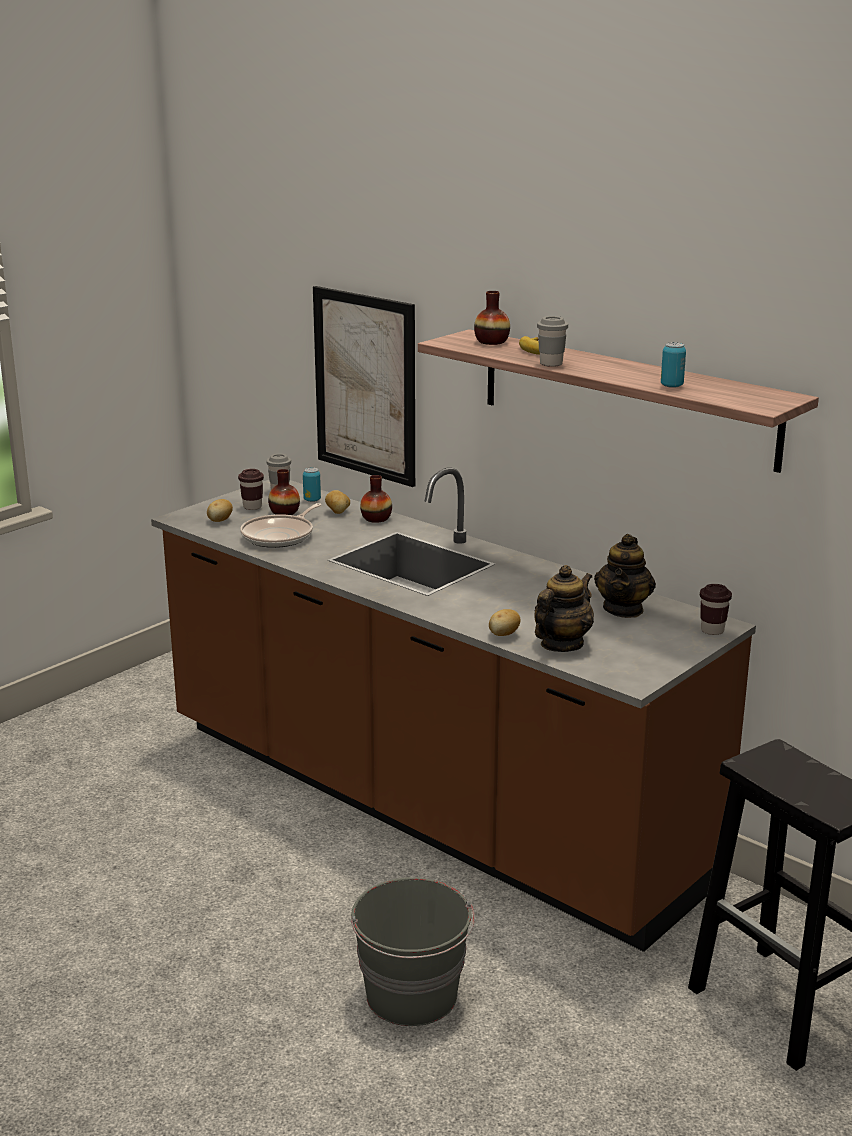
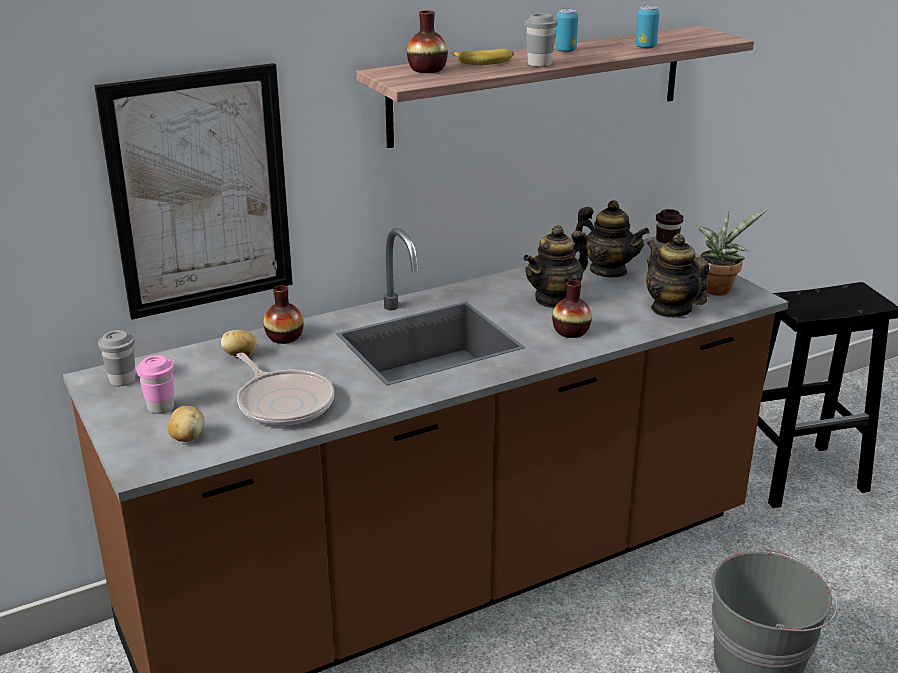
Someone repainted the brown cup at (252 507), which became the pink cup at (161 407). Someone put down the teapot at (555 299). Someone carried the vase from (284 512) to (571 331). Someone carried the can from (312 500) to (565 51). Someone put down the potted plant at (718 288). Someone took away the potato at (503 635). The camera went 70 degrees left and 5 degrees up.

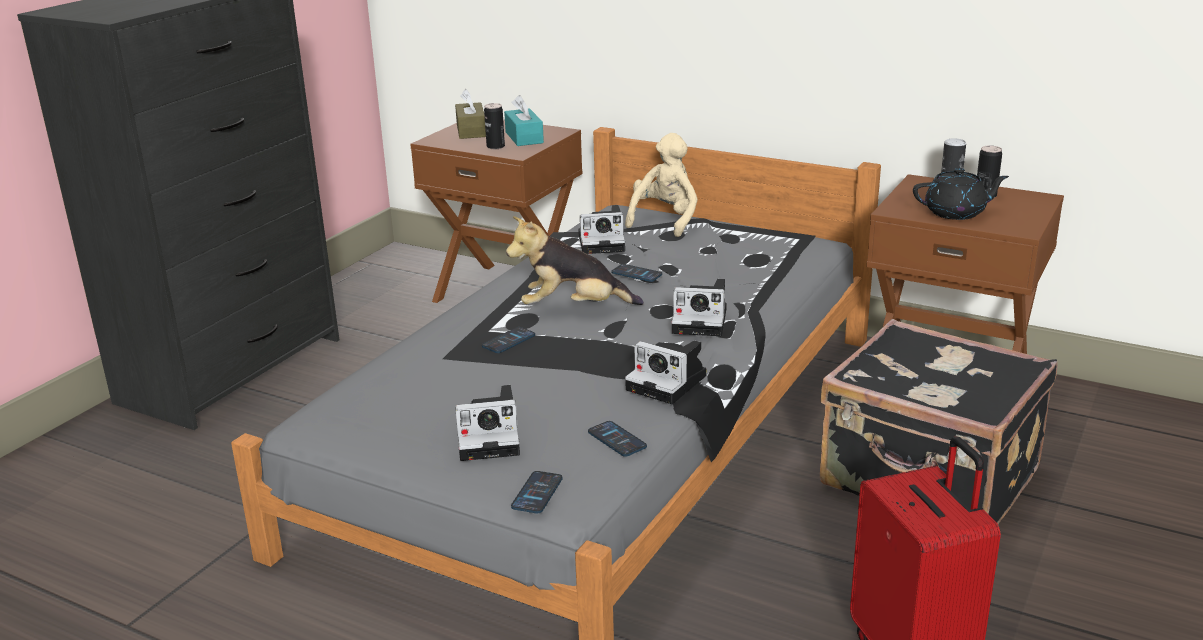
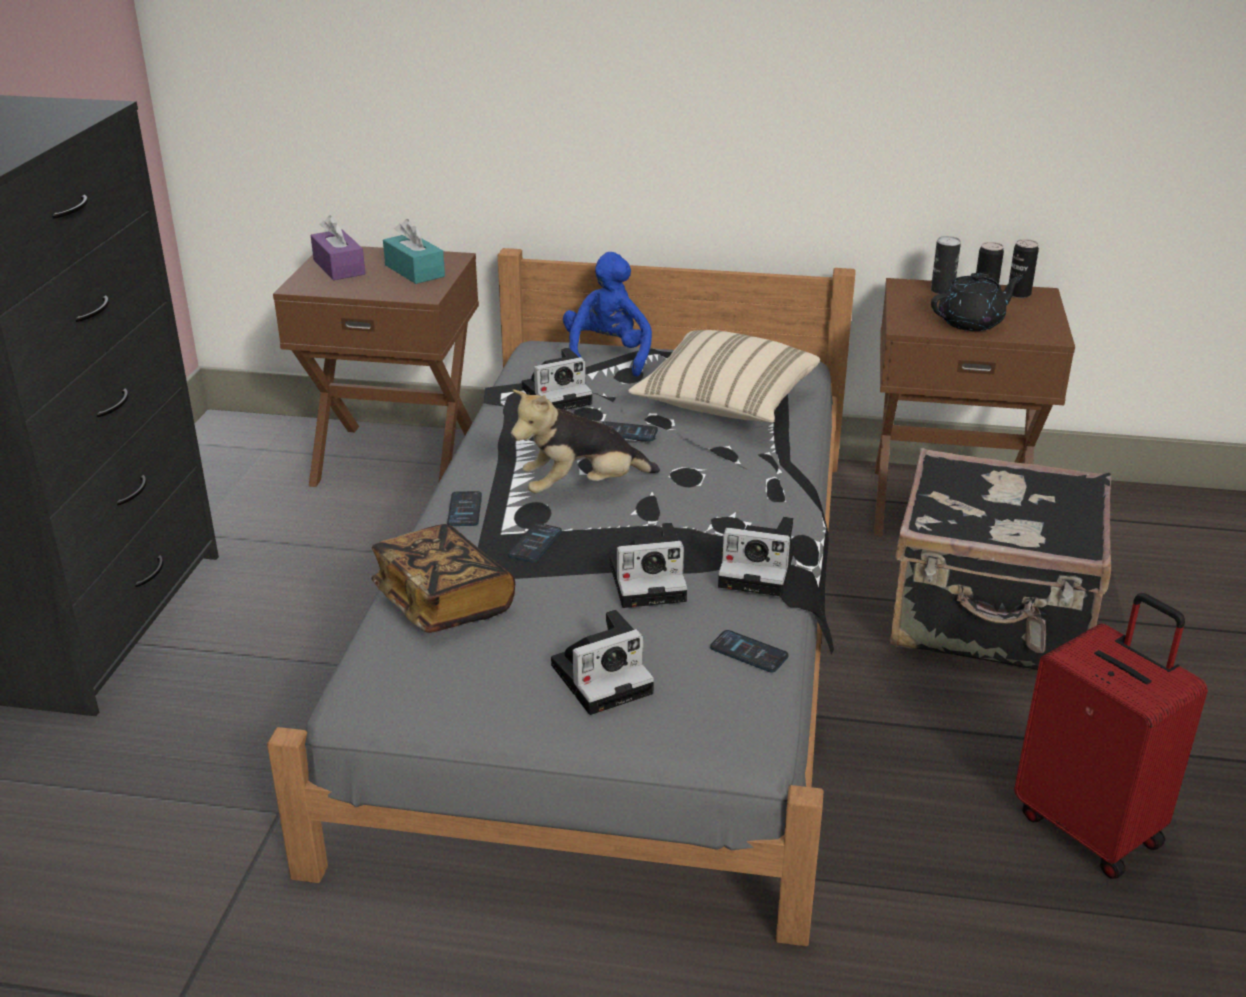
Someone repainted the brown tissue box at (471 131), which became the purple tissue box at (339 267). Someone put down the book at (443 602). Someone carried the phone from (537 493) to (464 510). Someone repainted the beige plush toy at (665 220), which became the blue plush toy at (607 356). Someone carried the photo camera from (702 321) to (650 581). Someone put down the beige pillow at (725 404). Someone carried the can from (495 147) to (1019 294). The camera went 20 degrees left and 5 degrees up.

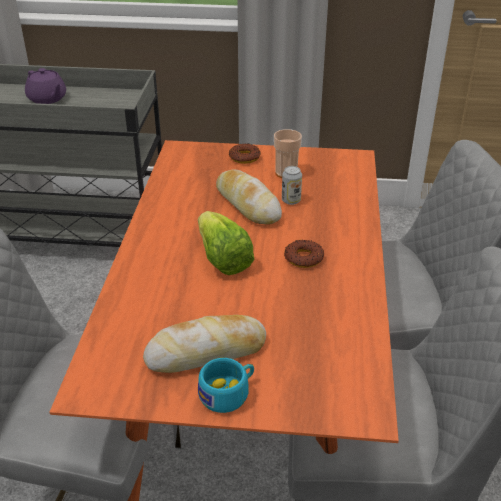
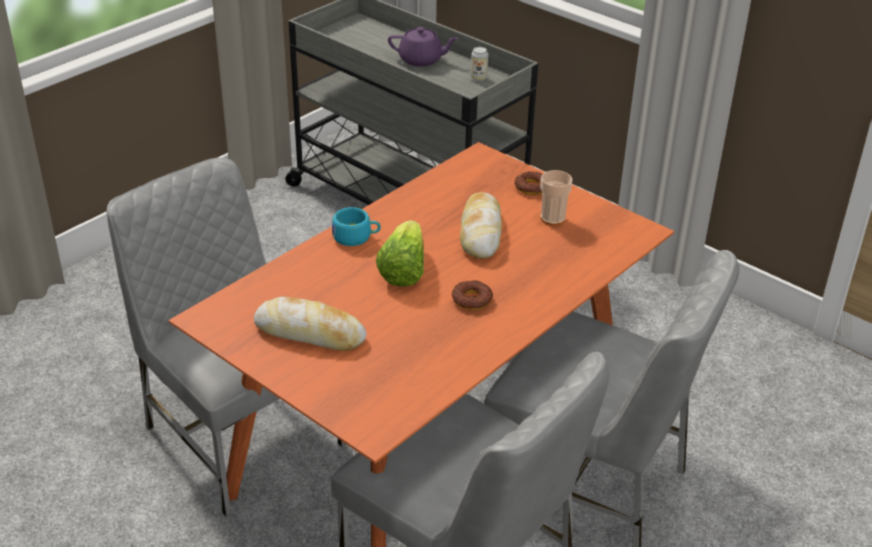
Someone carried the turquoise cup from (228 393) to (356 237). Someone rotated the purple teapot at (47 99) by 75 degrees counterclockwise. Someone carried the can from (291 200) to (478 78). The camera went 35 degrees right and 0 degrees up.

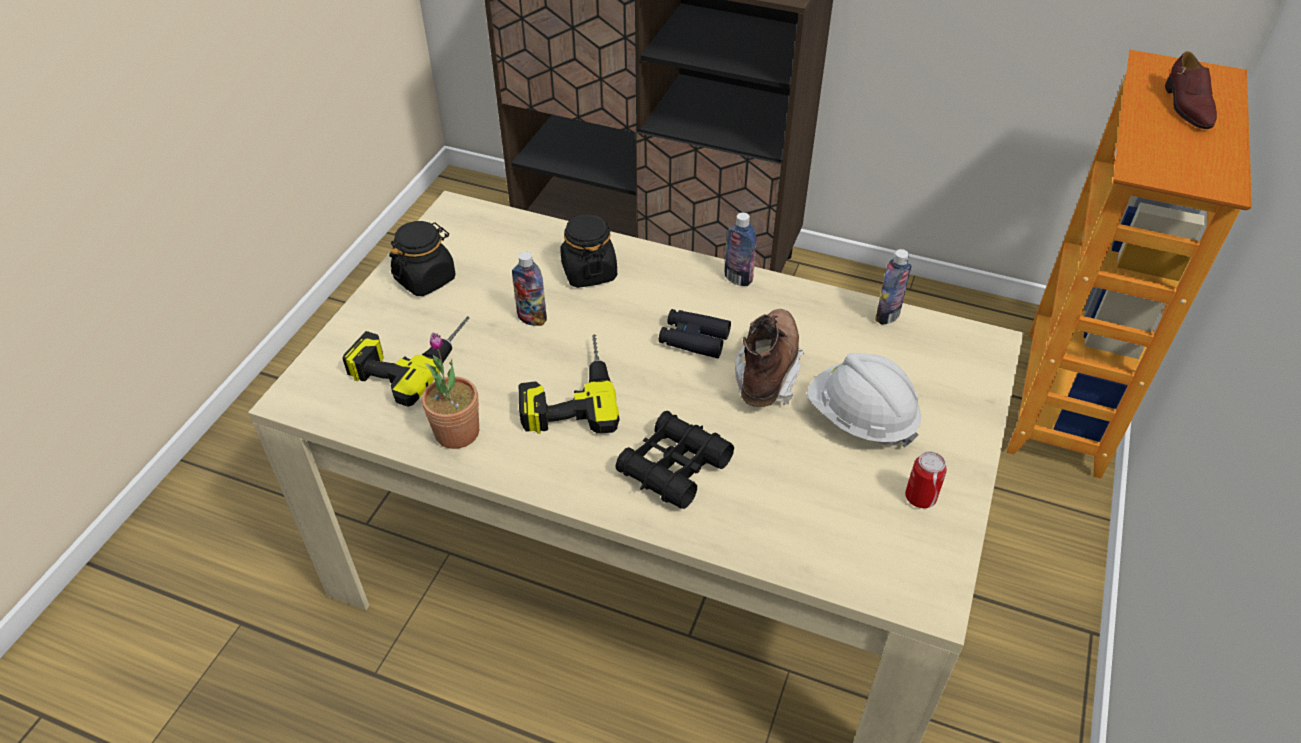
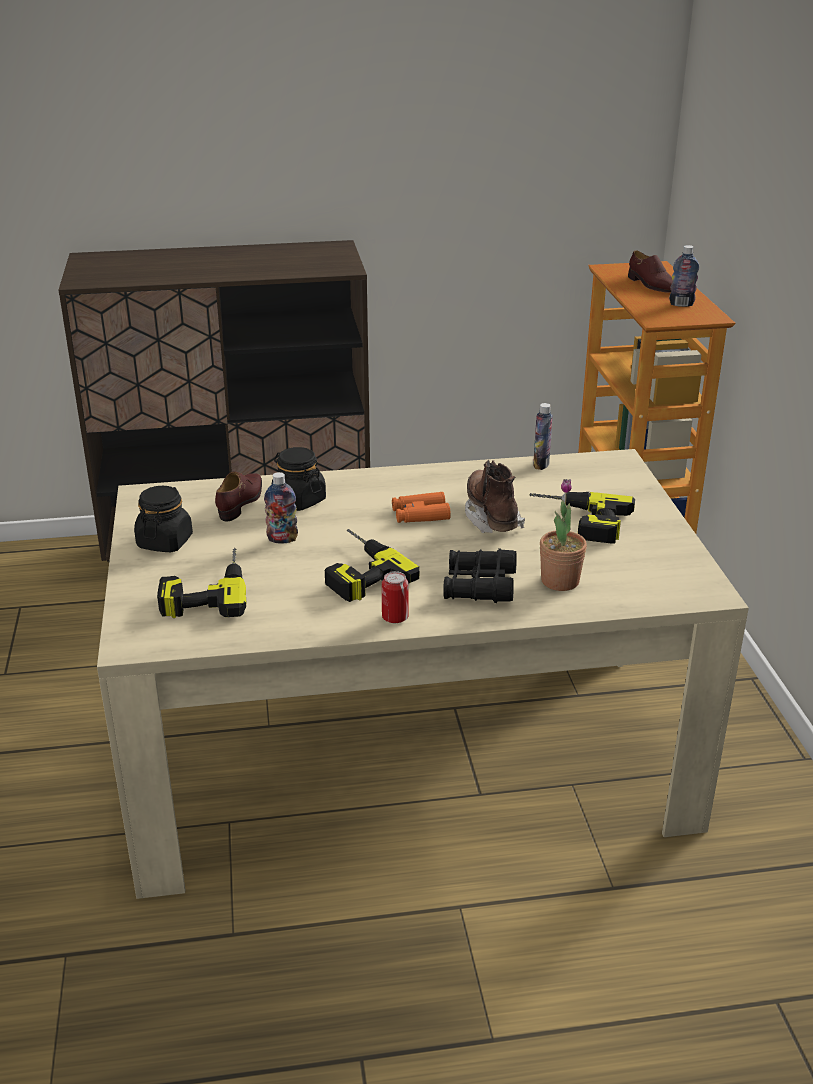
Someone put down the brown shoe at (241 501). Someone carried the can from (920 497) to (395 617). Someone repainted the black binoculars at (694 339), which became the orange binoculars at (420 515). Someone swapped the white hard hat at (860 419) for the power drill at (577 521). Someone carried the potted plant from (457 432) to (560 581). Someone carried the bottle from (738 278) to (681 304). The camera went 30 degrees left and 15 degrees down.

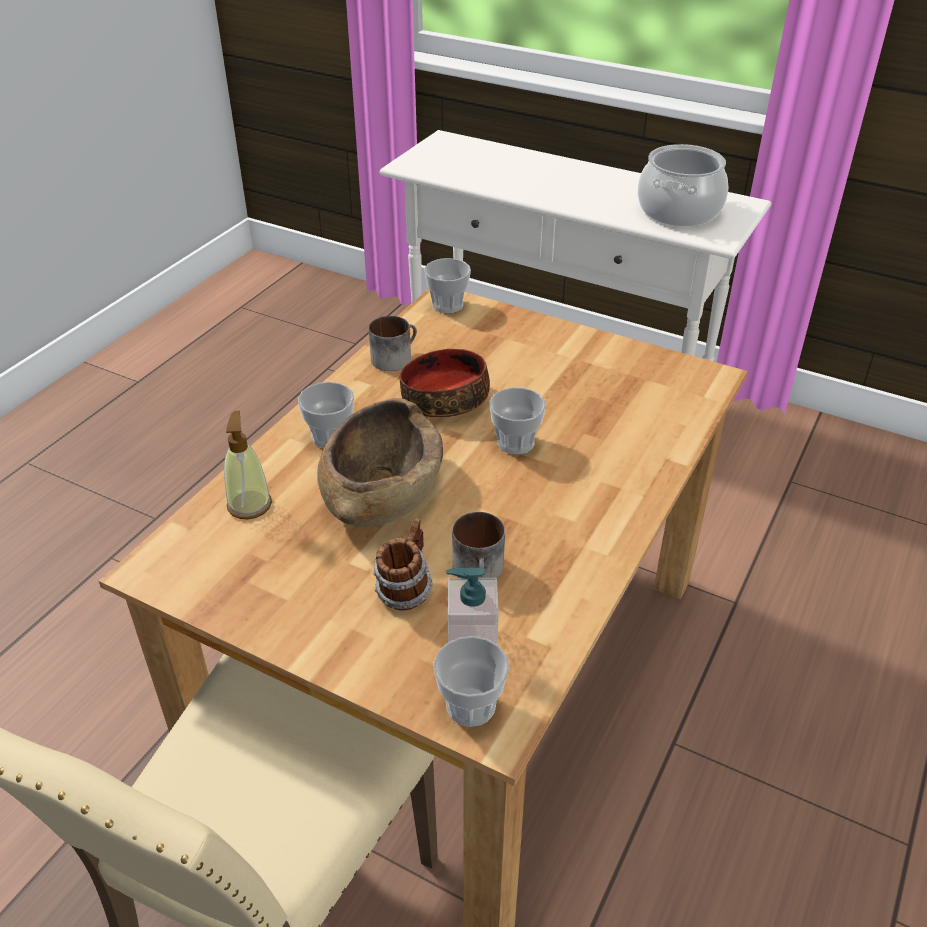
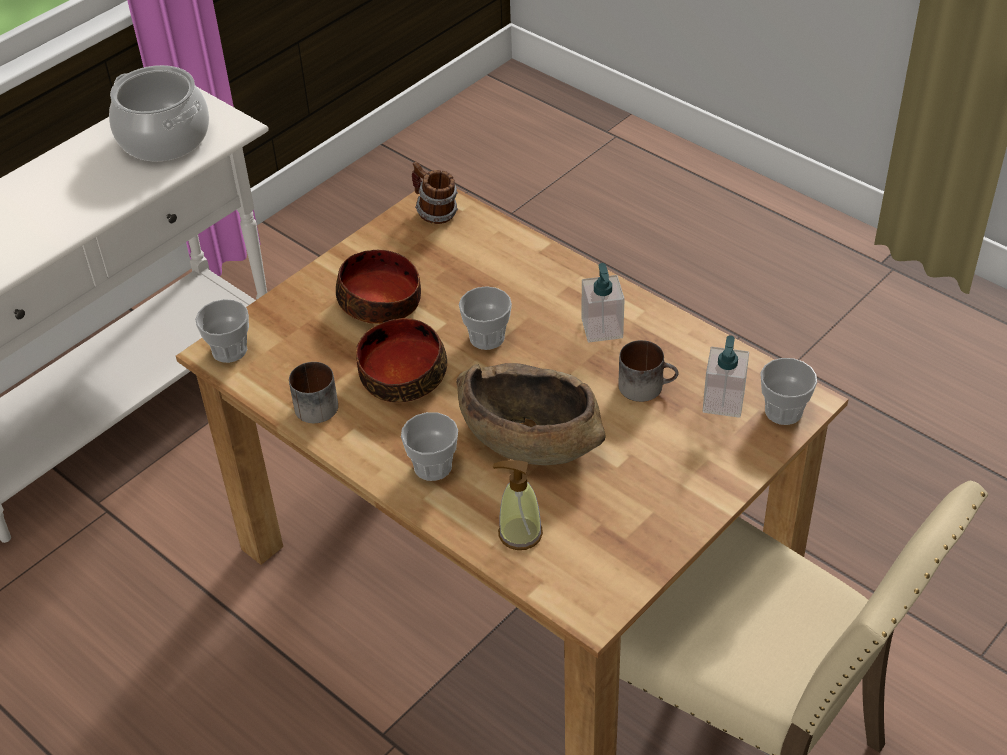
Someone put down the bowl at (381 302). Someone carried the mug from (405 590) to (434 213). Someone put down the soap dispenser at (602 328). The camera went 75 degrees left and 5 degrees up.

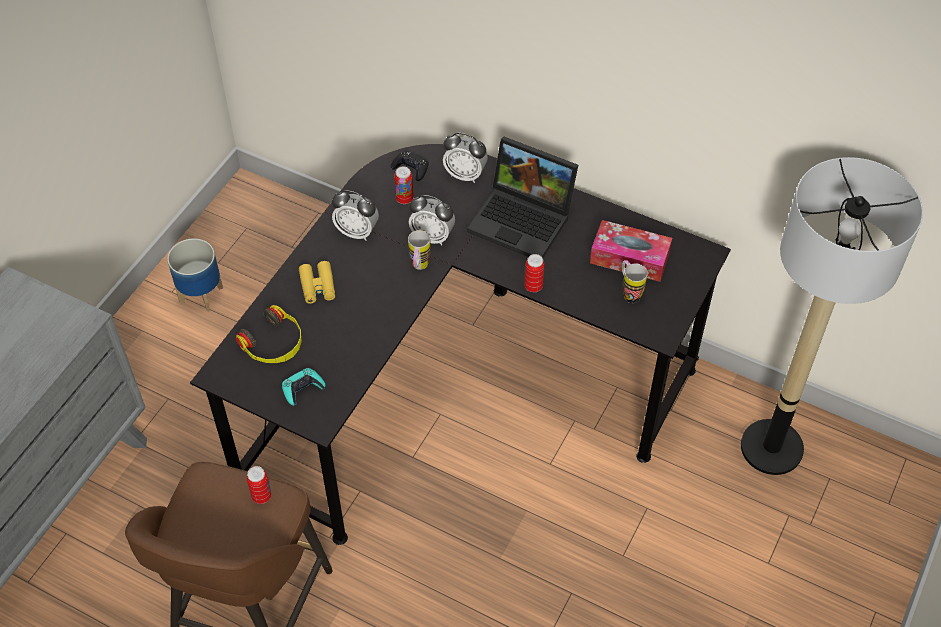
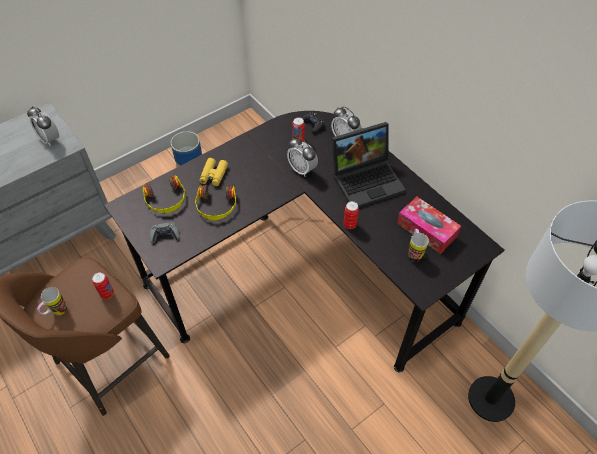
Someone carried the alarm clock from (357 232) to (50 139). Someone carried the mug from (419 267) to (57 313). Someone repainted the turquoise game controller at (302 389), which became the grey game controller at (165 234). Someone put down the headphones at (216 206). Someone rotated the laptop at (524 219) by 75 degrees counterclockwise. The camera went 25 degrees right and 0 degrees up.

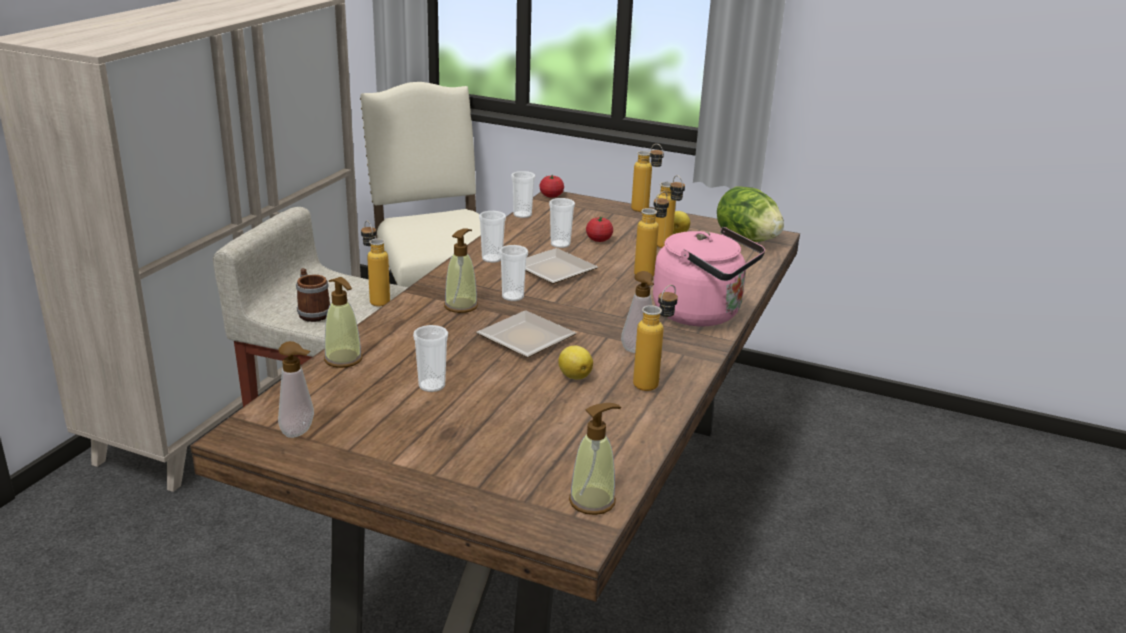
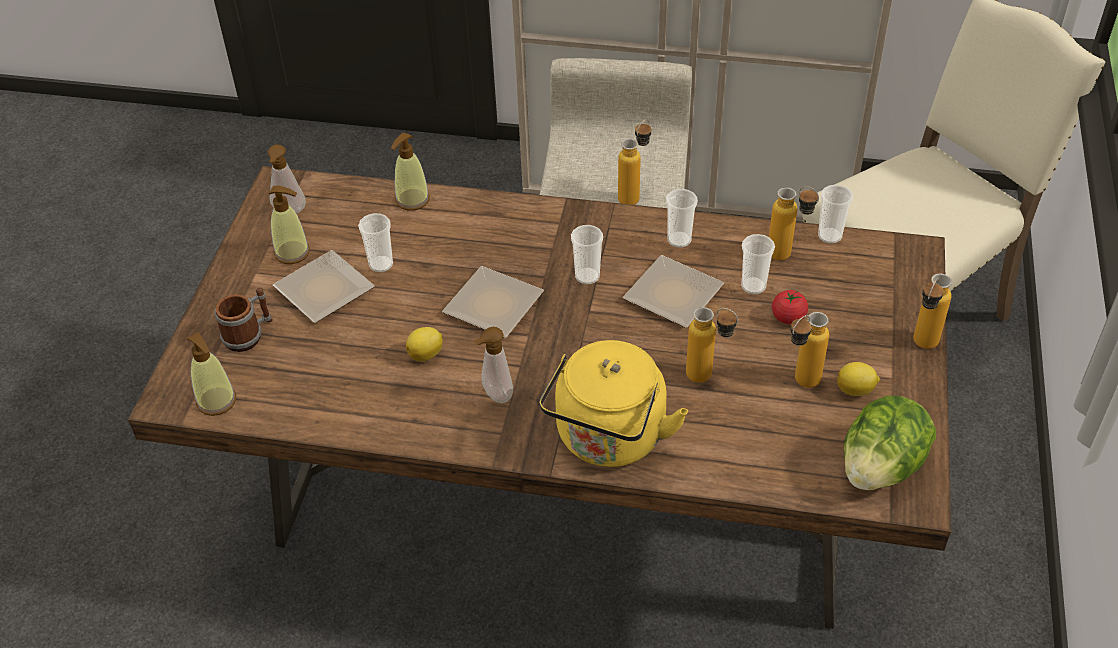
Someone carried the mug from (312 312) to (249 335). Someone carried the soap dispenser from (461 306) to (292 253). Someone put down the plate at (328 290). Someone repainted the pink kettle at (702 314), which became the yellow kettle at (609 440). Someone carried the bottle from (652 382) to (788 257). Someone took away the tomato at (551 196). The camera went 80 degrees right and 20 degrees up.

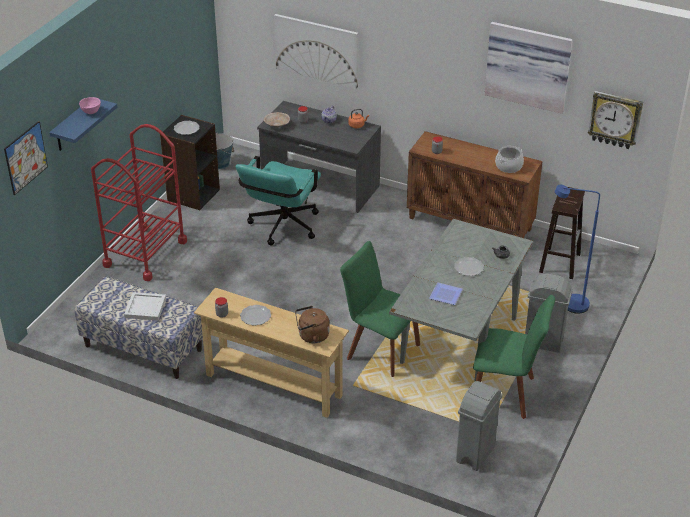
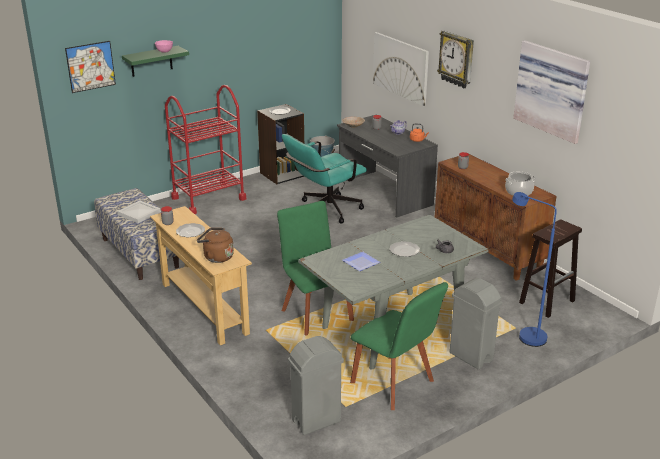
Someone repainted the blue shelf at (73 126), which became the green shelf at (151 61). Someone carried the wall clock from (615 119) to (457 59). The camera went 30 degrees right and 10 degrees down.

